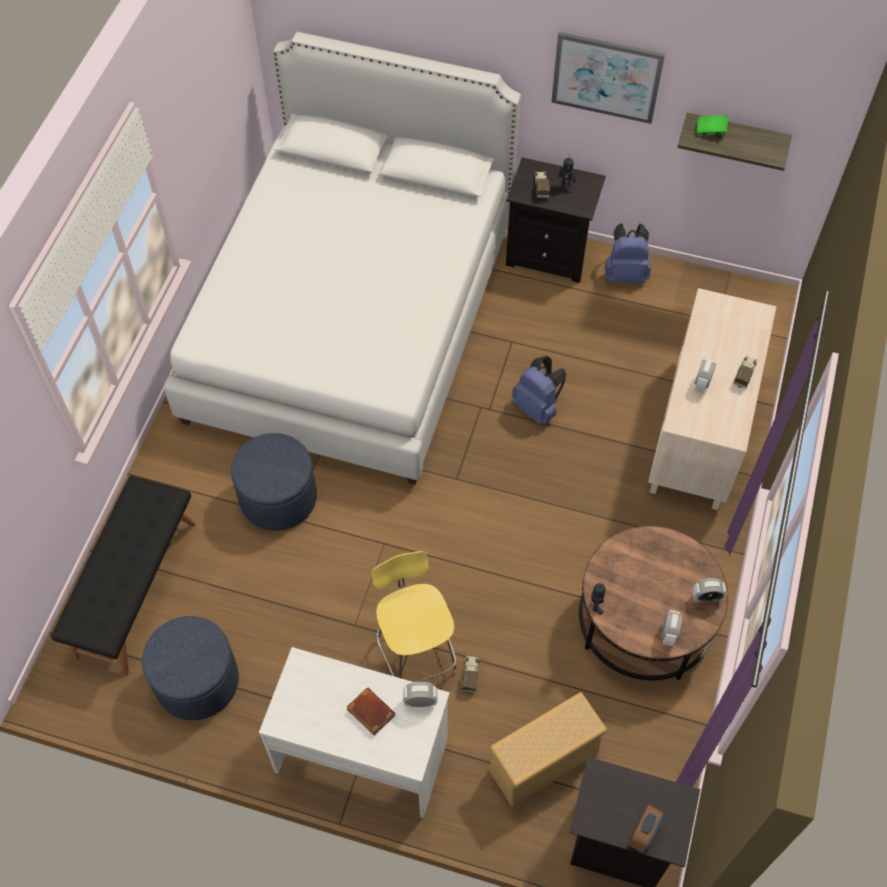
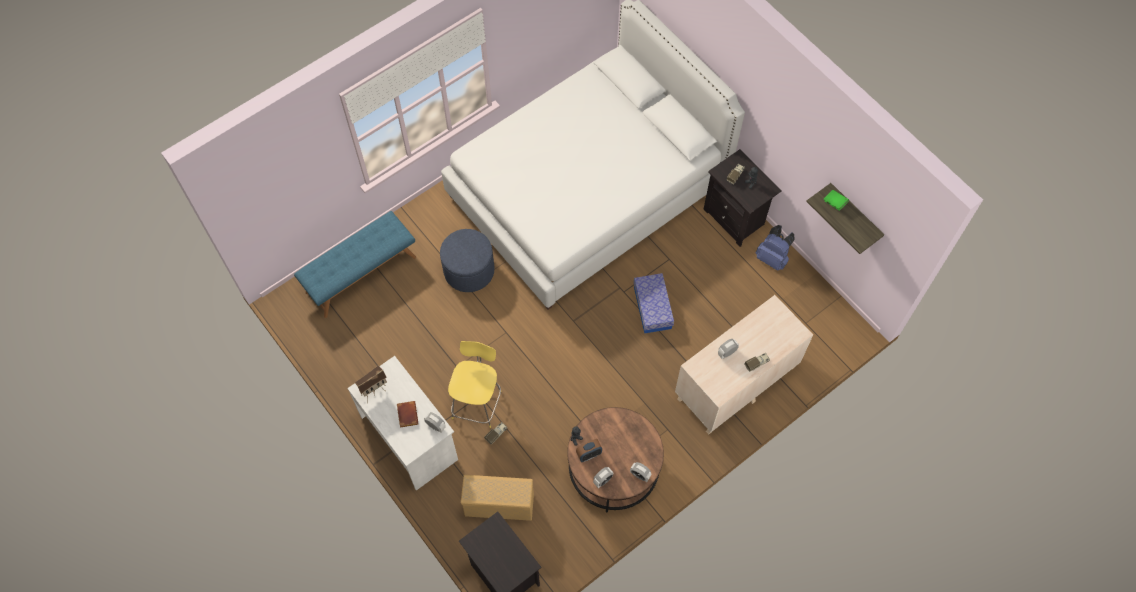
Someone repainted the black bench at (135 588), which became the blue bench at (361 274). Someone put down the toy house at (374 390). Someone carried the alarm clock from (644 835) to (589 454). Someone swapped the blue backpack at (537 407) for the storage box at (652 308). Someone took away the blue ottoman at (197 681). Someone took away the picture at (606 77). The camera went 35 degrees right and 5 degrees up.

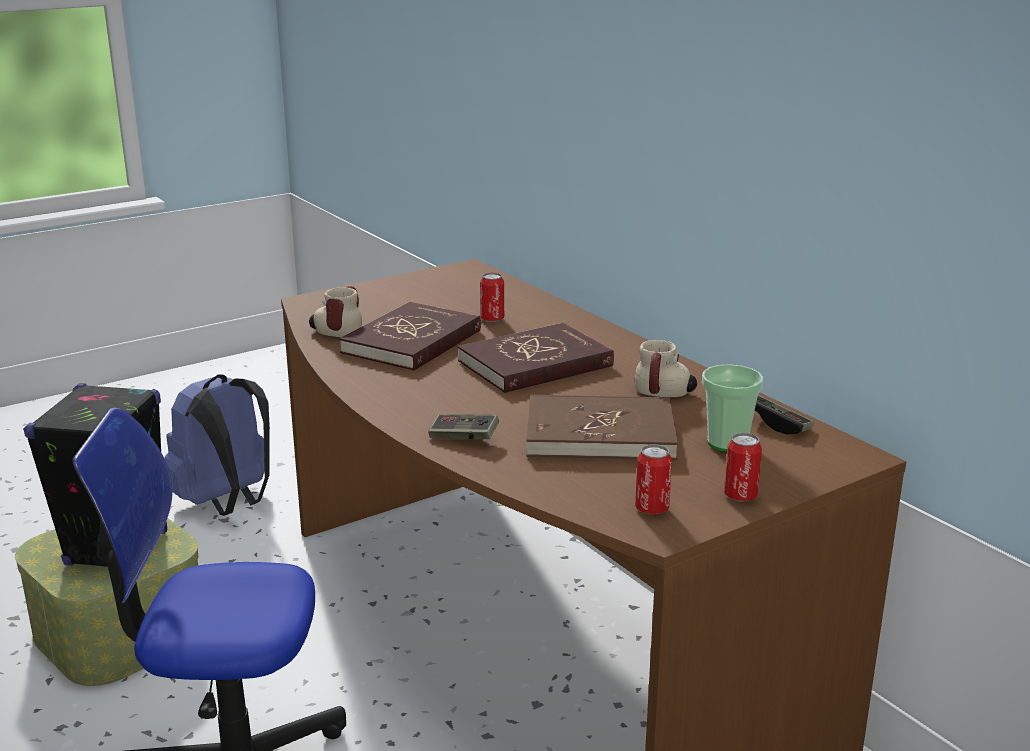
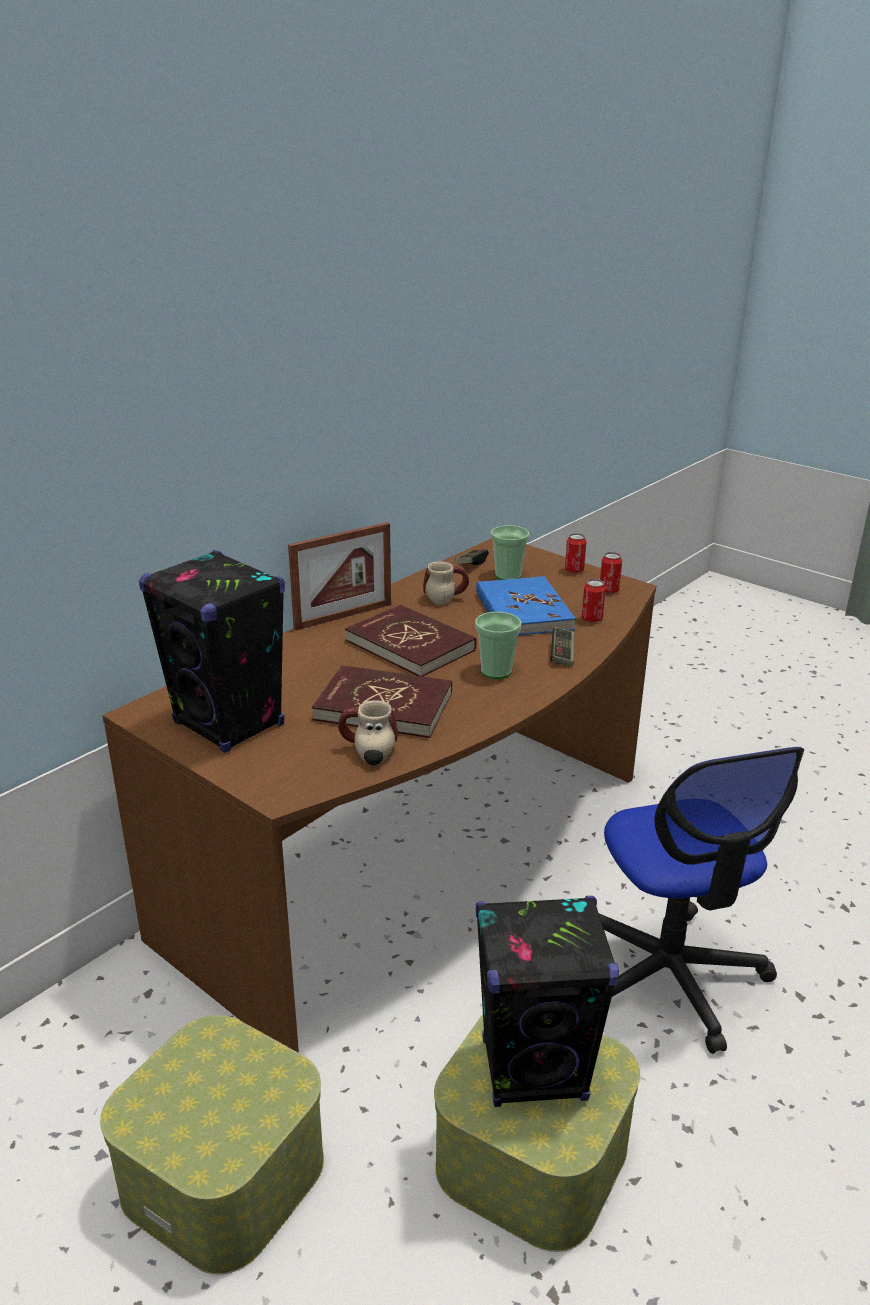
Someone swapped the blue backpack at (227 502) for the storage box at (223 1174). Someone put down the black speaker at (229 724). Someone put down the picture frame at (343 616). Someone put down the cup at (496 671). Someone repainted the brown book at (600 434), which became the blue book at (523 611). Someone carried the can from (492 319) to (592 619). The camera went 105 degrees left and 5 degrees up.

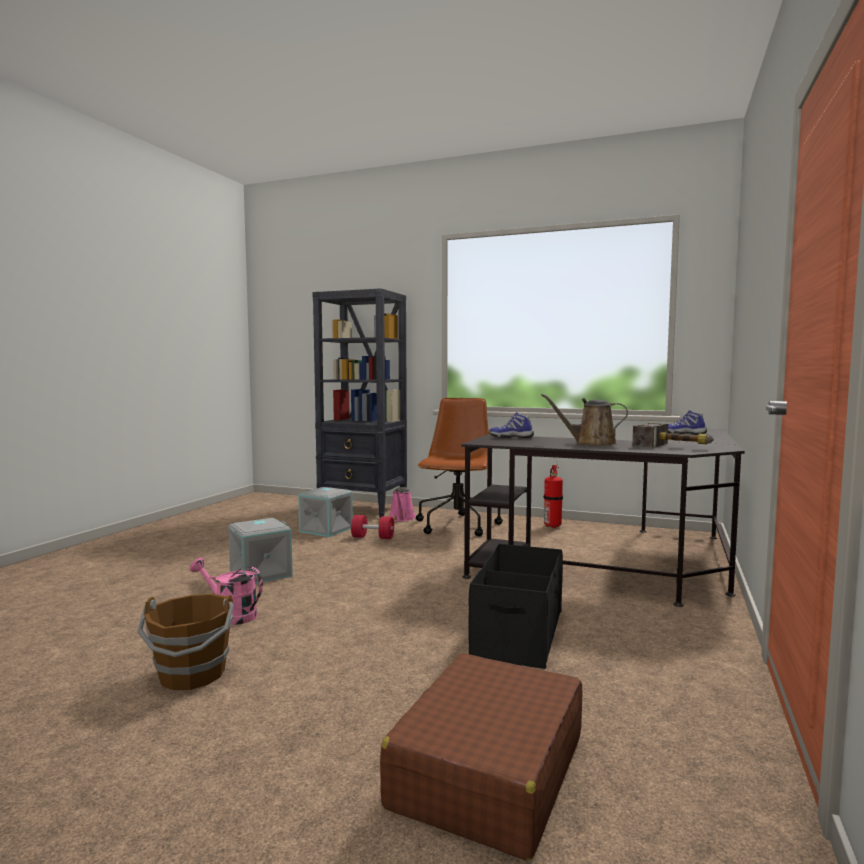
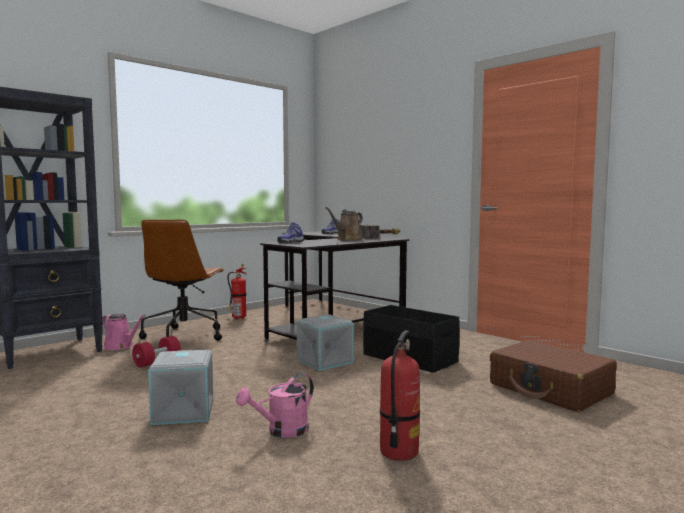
Someone rotated the brown office chair at (457 526) by 120 degrees counterclockwise. Someone carried the grey storage box from (327 529) to (324 361). Someone swapped the brown bucket at (192 675) for the fire extinguisher at (398 452). The camera went 65 degrees left and 0 degrees up.

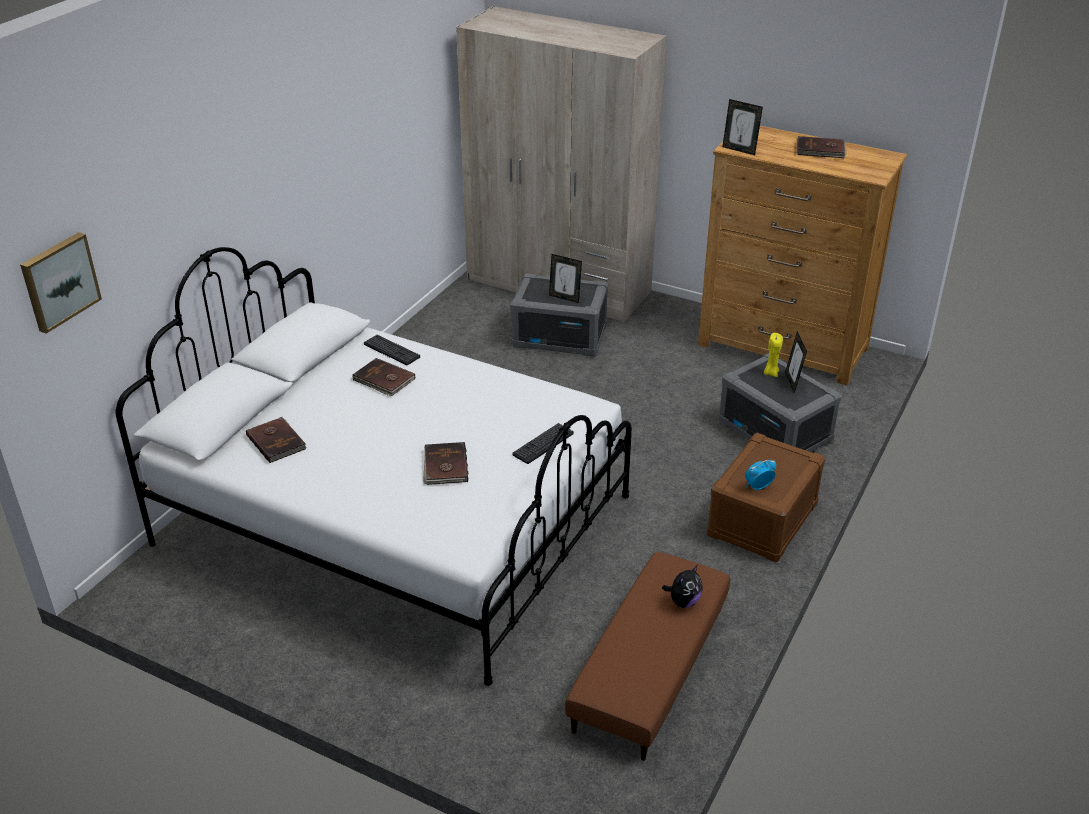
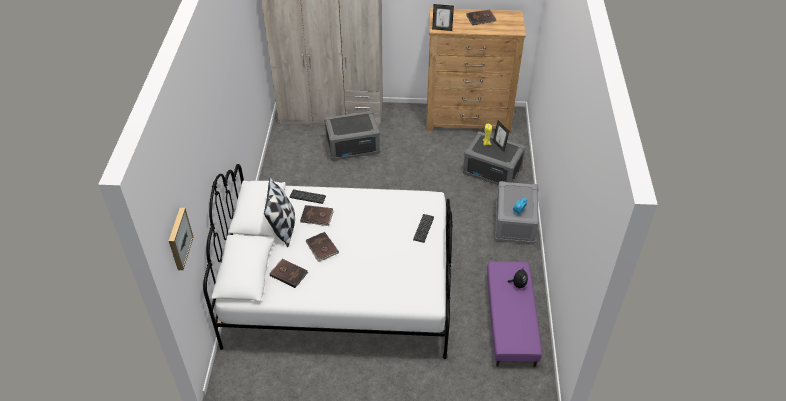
Someone put down the pillow at (283 228). Someone carried the brown book from (445 466) to (321 248). Someone repainted the brown ottoman at (649 668), which became the purple ottoman at (510 320). Someone repainted the brown storage box at (763 520), which became the grey storage box at (515 223). Someone took away the picture frame at (564 297). The camera went 25 degrees left and 10 degrees up.

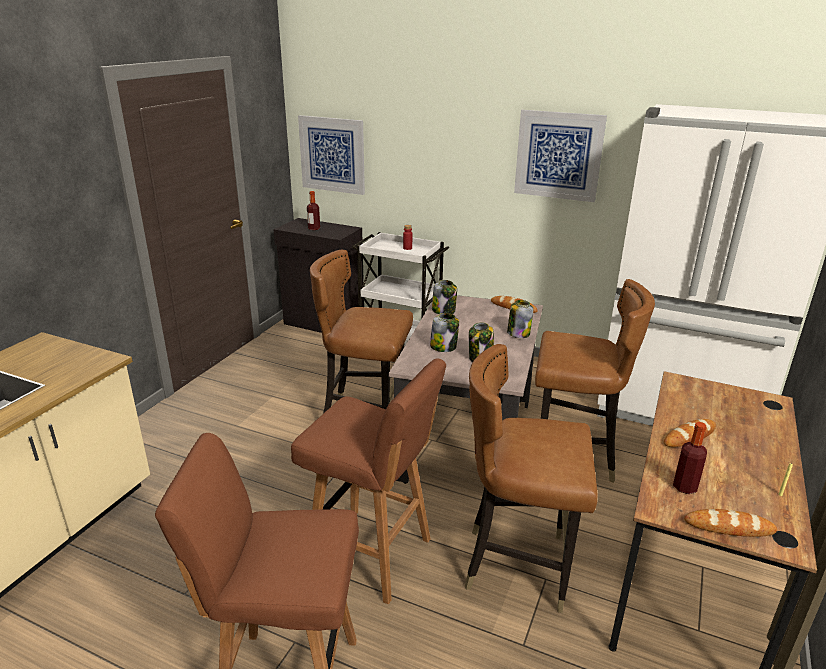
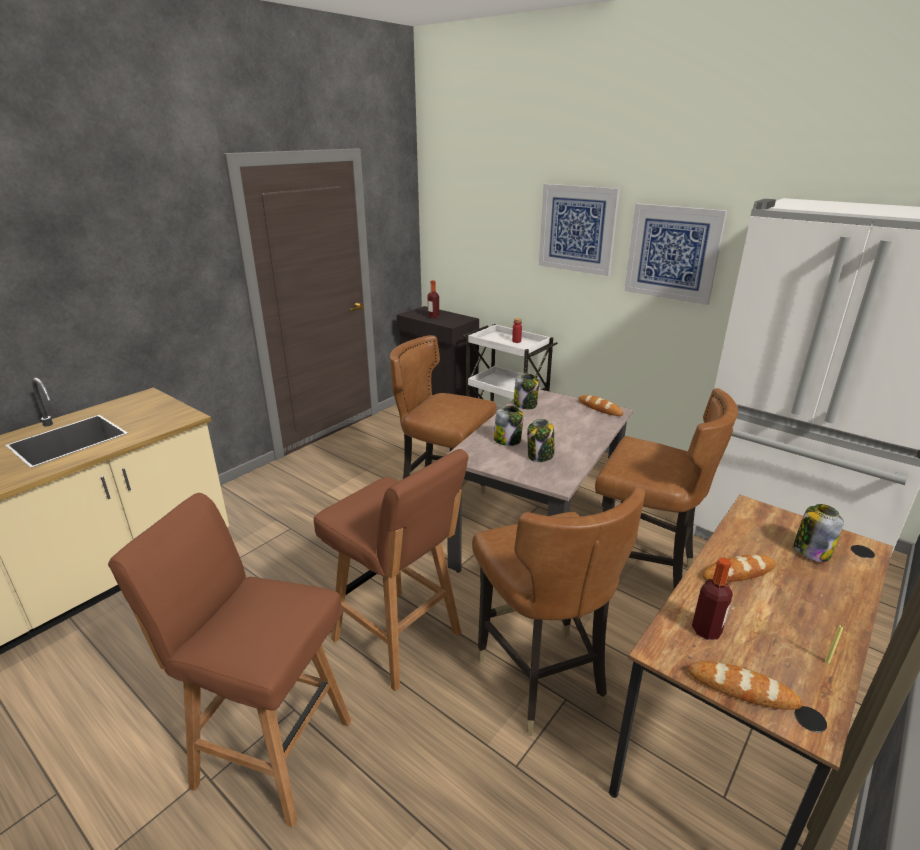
Someone rotated the brown chair at (518 565) by 135 degrees counterclockwise. Someone carried the picture from (332 154) to (577 229). Someone carried the jar from (518 333) to (811 551). The camera went 15 degrees right and 0 degrees up.

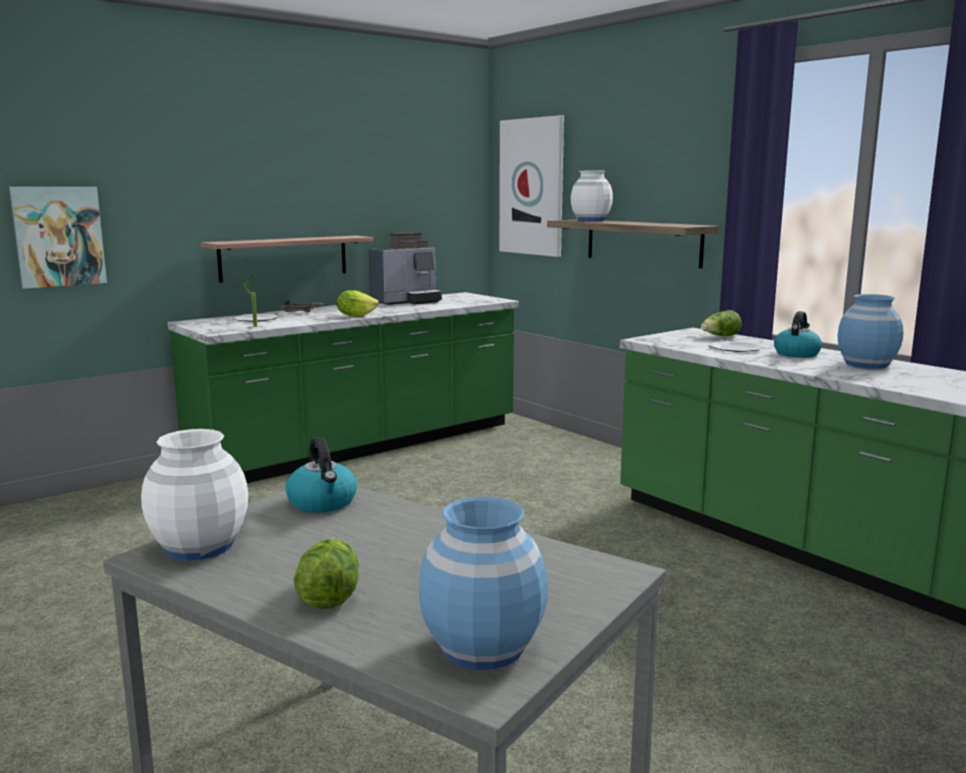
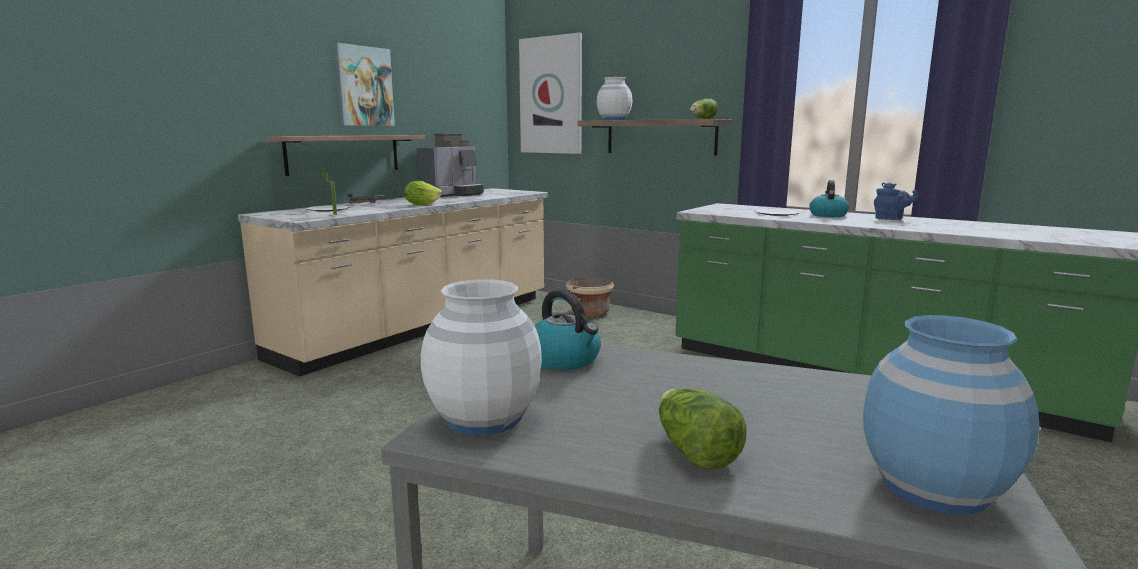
Someone repainted the green counter at (362 447), which became the beige counter at (423 326). Someone carried the picture from (58 236) to (364 86). Someone put down the beige planter at (589 313). Someone carried the lettuce from (720 336) to (702 119). Someone swapped the blue vase at (866 364) for the blue teapot at (891 219). The camera went 15 degrees left and 0 degrees up.

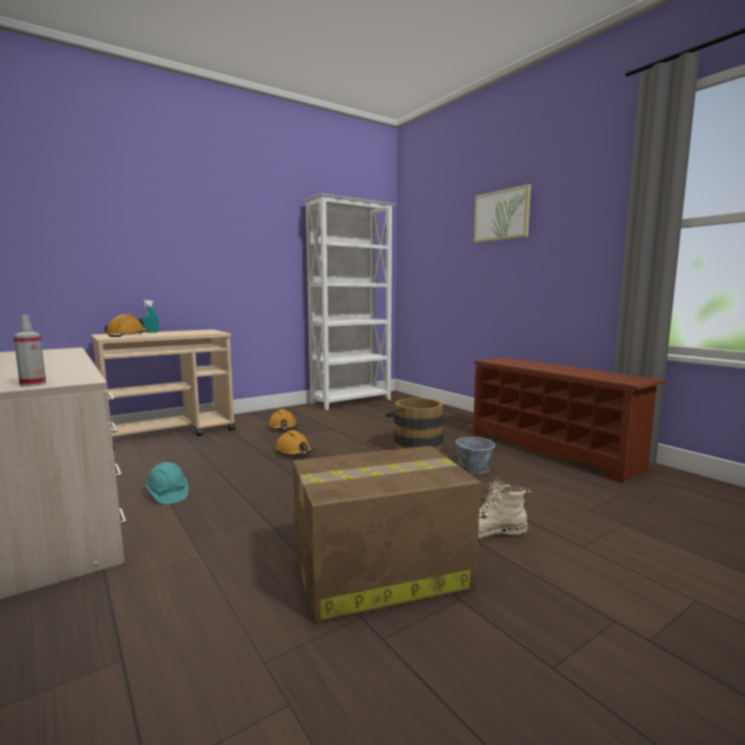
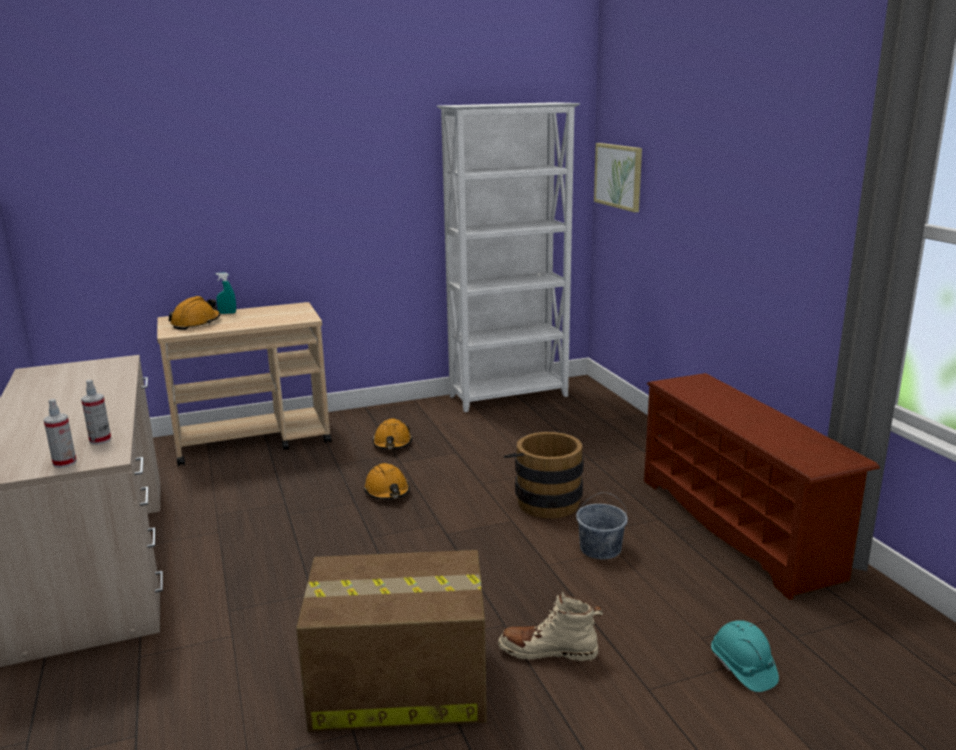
Someone put down the spray bottle at (100 440). Someone carried the picture from (501 215) to (618 176). Someone carried the turquoise hard hat from (167 495) to (742 668). The camera went 15 degrees right and 10 degrees up.

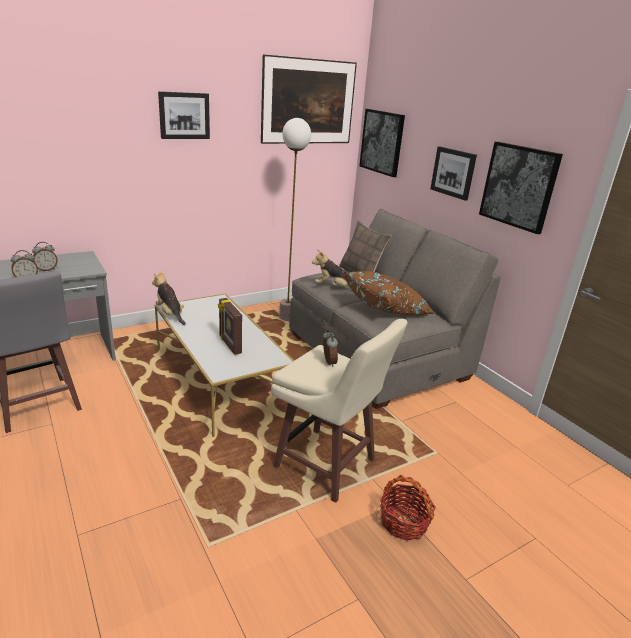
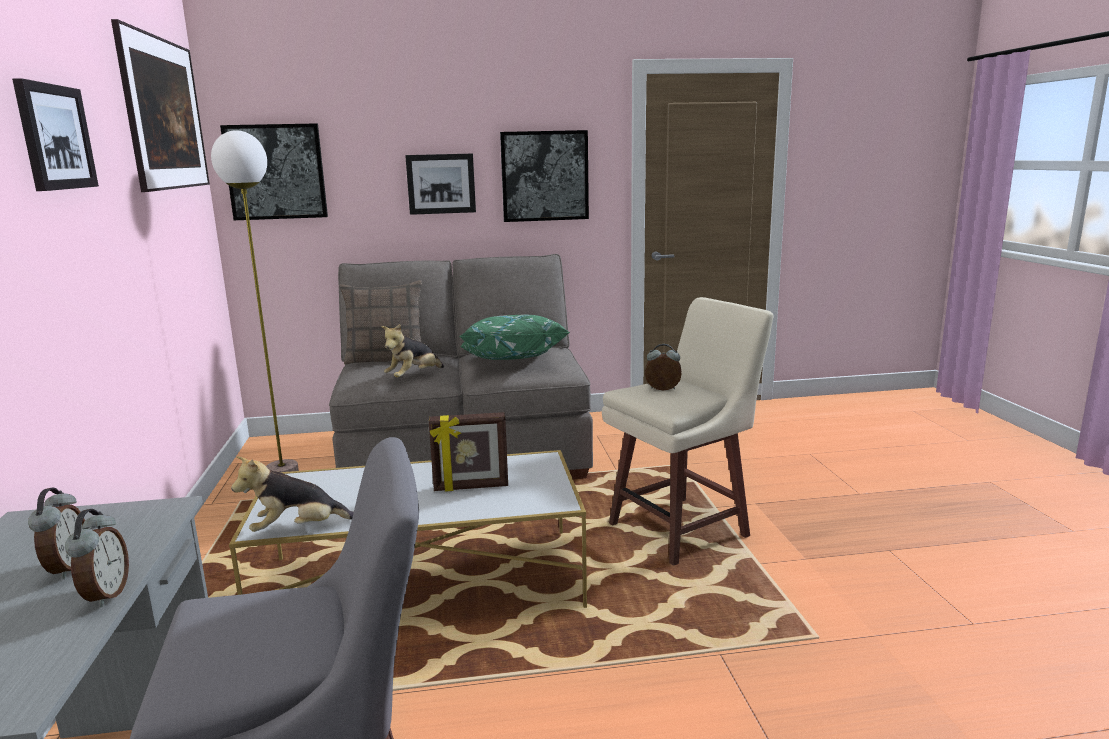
Someone repainted the brown pillow at (387 309), which became the green pillow at (512 361). Someone took away the basket at (403 522). The camera went 65 degrees left and 10 degrees down.

